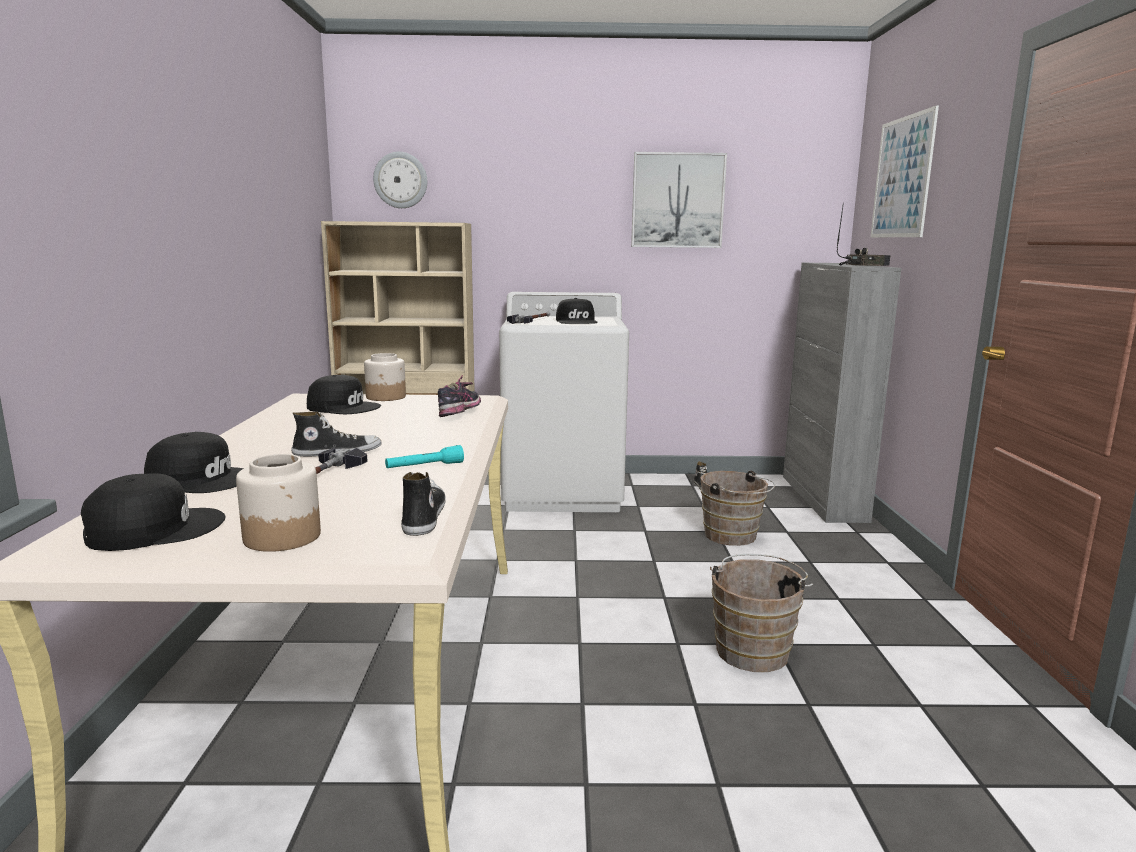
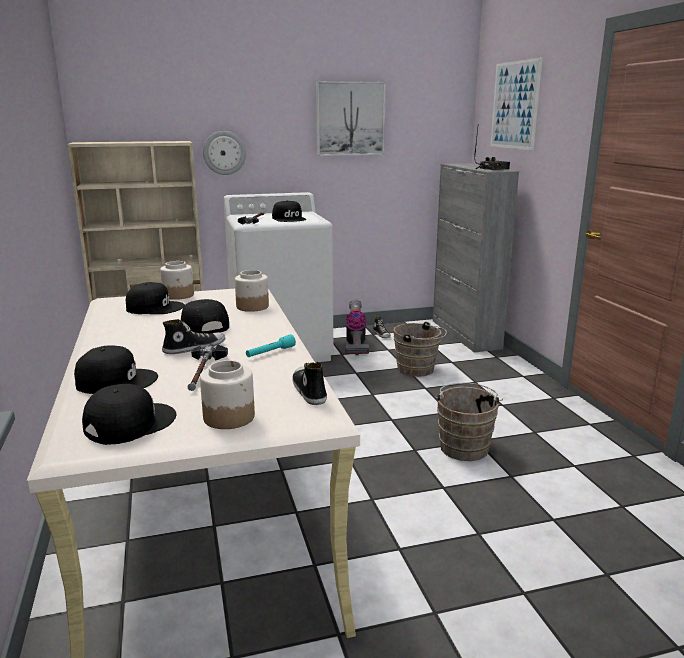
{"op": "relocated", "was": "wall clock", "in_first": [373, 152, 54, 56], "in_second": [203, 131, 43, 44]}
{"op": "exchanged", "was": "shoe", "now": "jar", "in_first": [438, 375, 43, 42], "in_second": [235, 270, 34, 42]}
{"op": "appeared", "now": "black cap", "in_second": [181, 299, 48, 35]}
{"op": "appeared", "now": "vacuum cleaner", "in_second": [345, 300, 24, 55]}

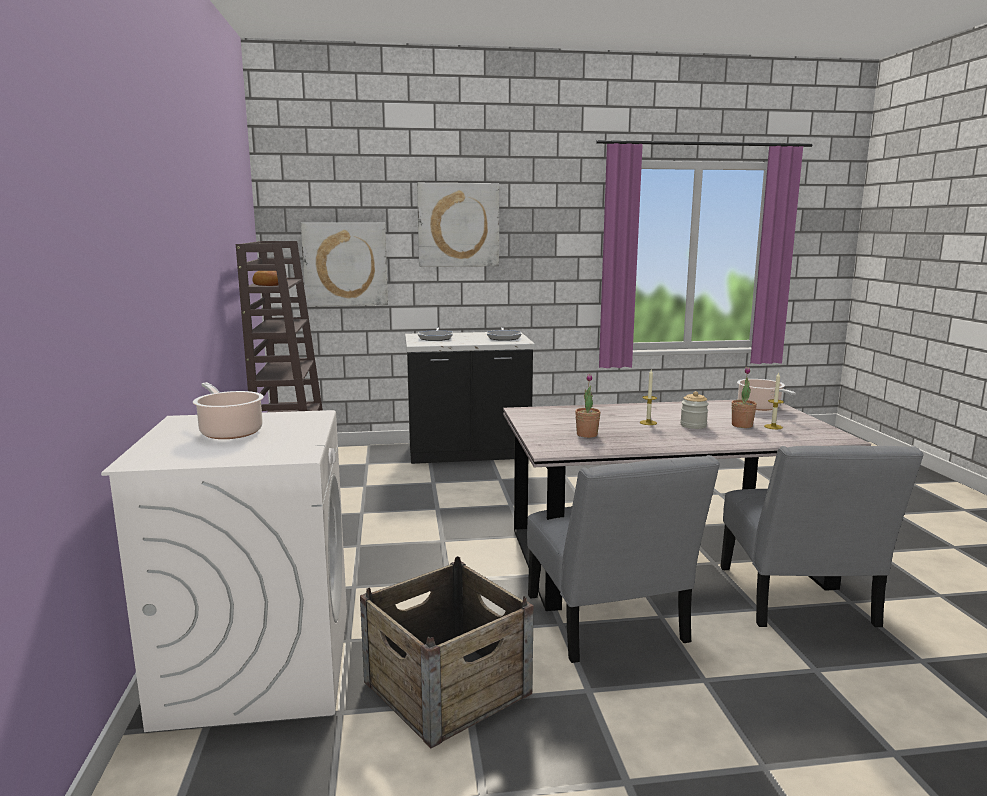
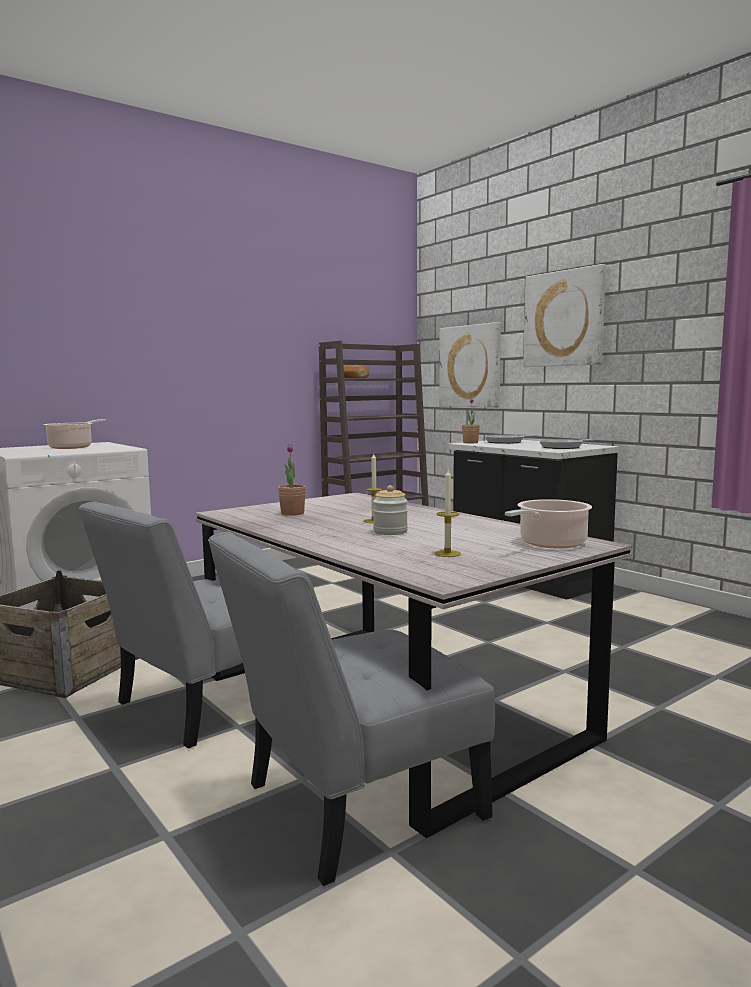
{"op": "relocated", "was": "potted plant", "in_first": [731, 367, 26, 61], "in_second": [462, 398, 18, 45]}

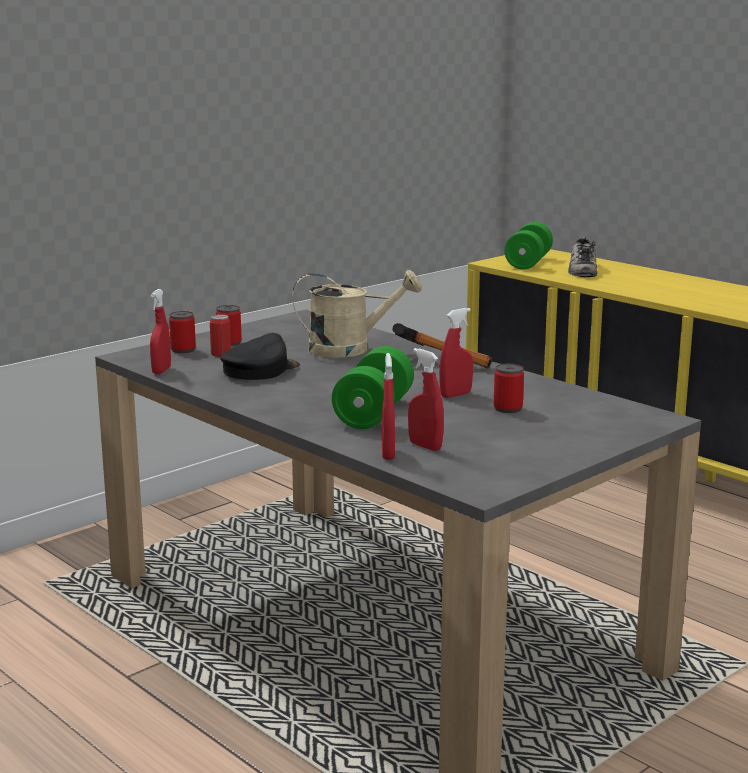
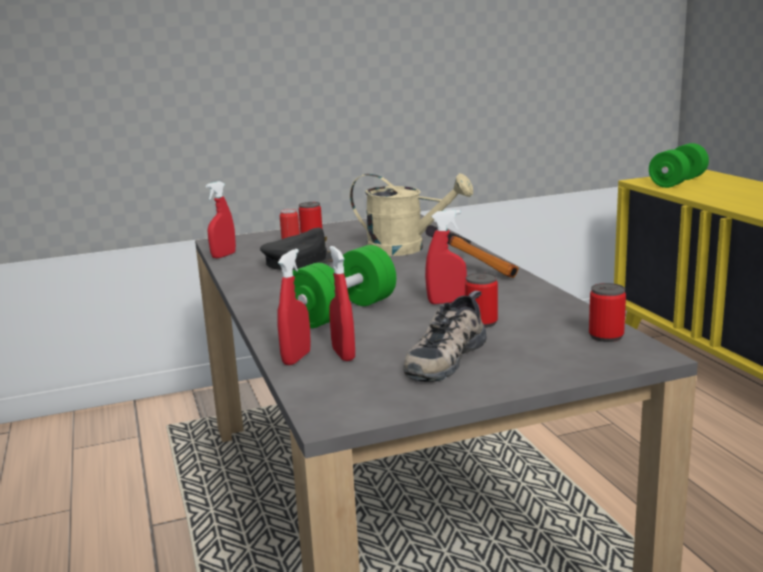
{"op": "relocated", "was": "can", "in_first": [169, 311, 27, 42], "in_second": [589, 283, 37, 59]}
{"op": "relocated", "was": "shoe", "in_first": [568, 237, 29, 40], "in_second": [403, 291, 84, 91]}

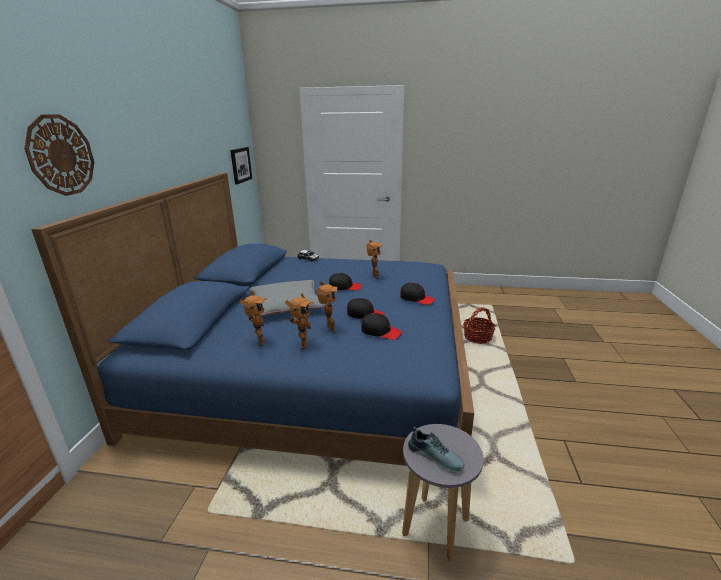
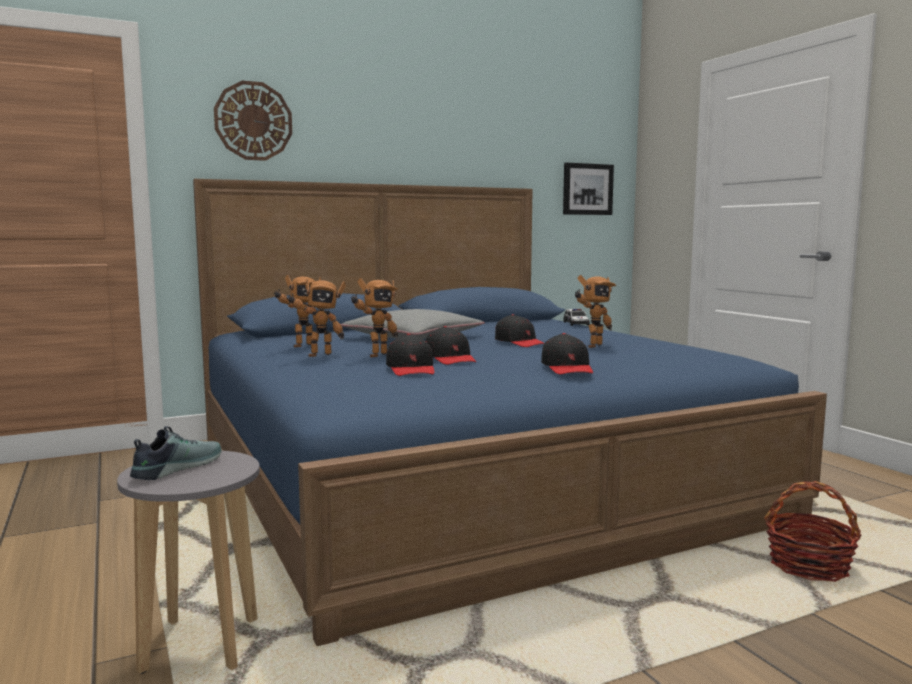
{"op": "spun", "was": "shoe", "in_first": [408, 427, 56, 46], "in_second": [130, 426, 92, 54], "clockwise": -150}

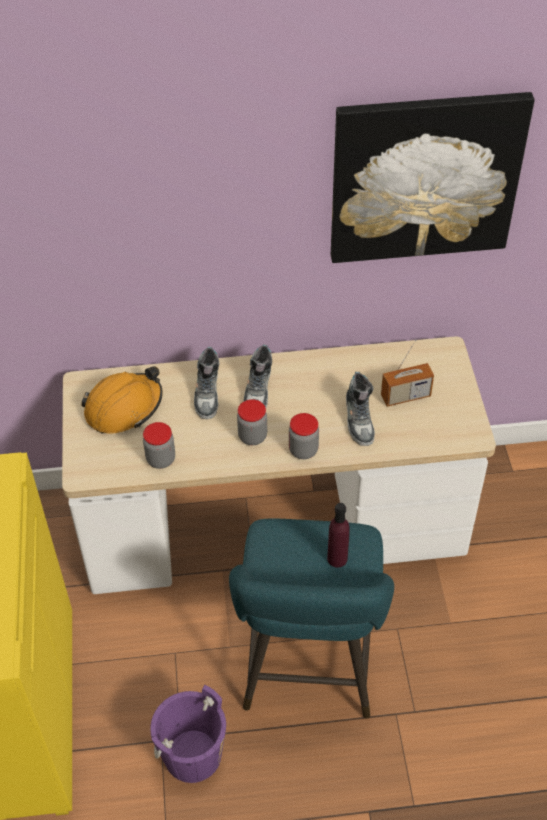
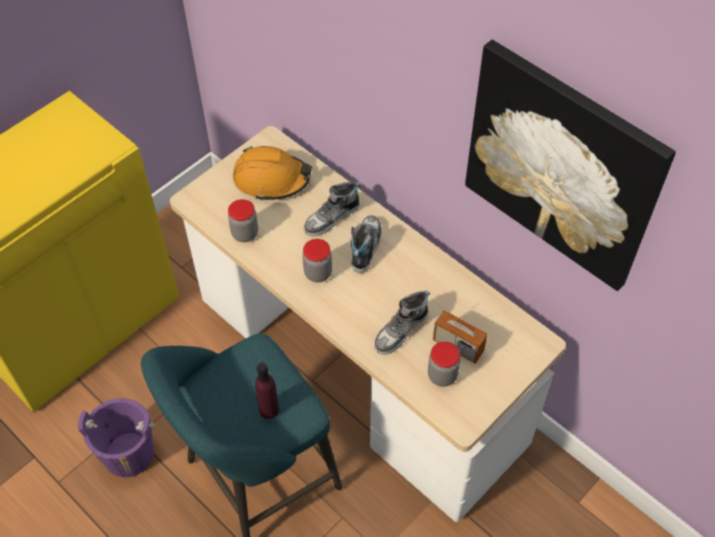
{"op": "spun", "was": "shoe", "in_first": [244, 344, 28, 64], "in_second": [351, 215, 31, 59], "clockwise": 135}
{"op": "relocated", "was": "jar", "in_first": [289, 413, 30, 46], "in_second": [428, 342, 32, 45]}

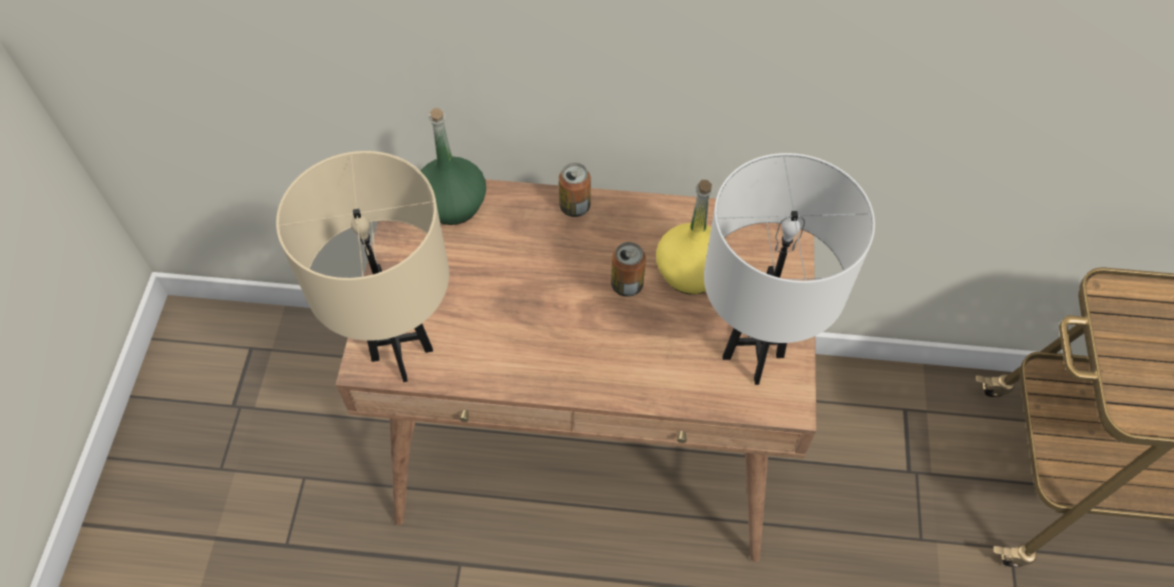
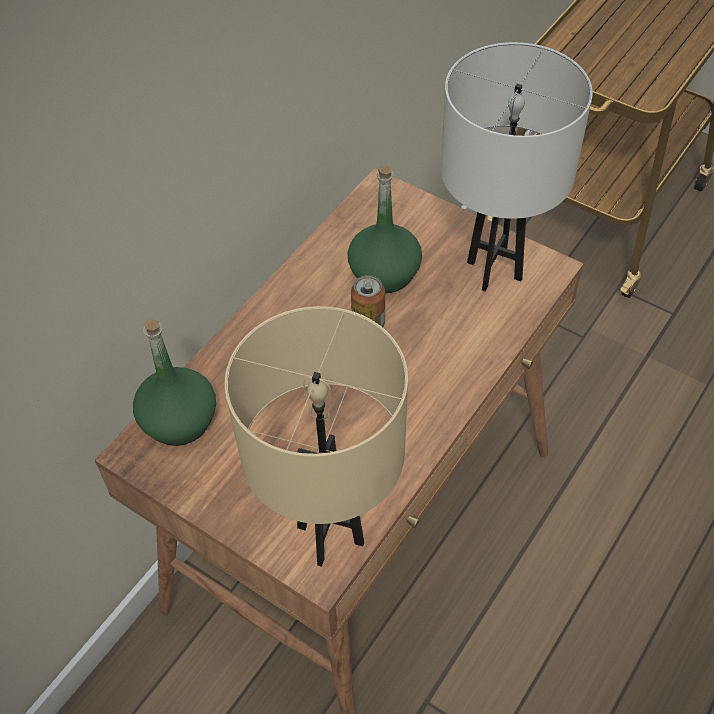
{"op": "missing", "was": "can", "in_first": [559, 163, 32, 54]}
{"op": "colour", "was": "yellow bottle", "now": "green bottle", "in_first": [656, 180, 70, 114], "in_second": [348, 165, 74, 128]}

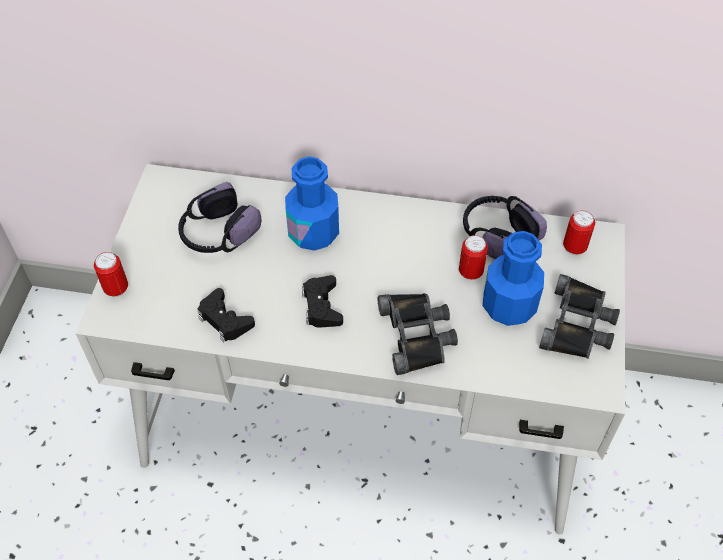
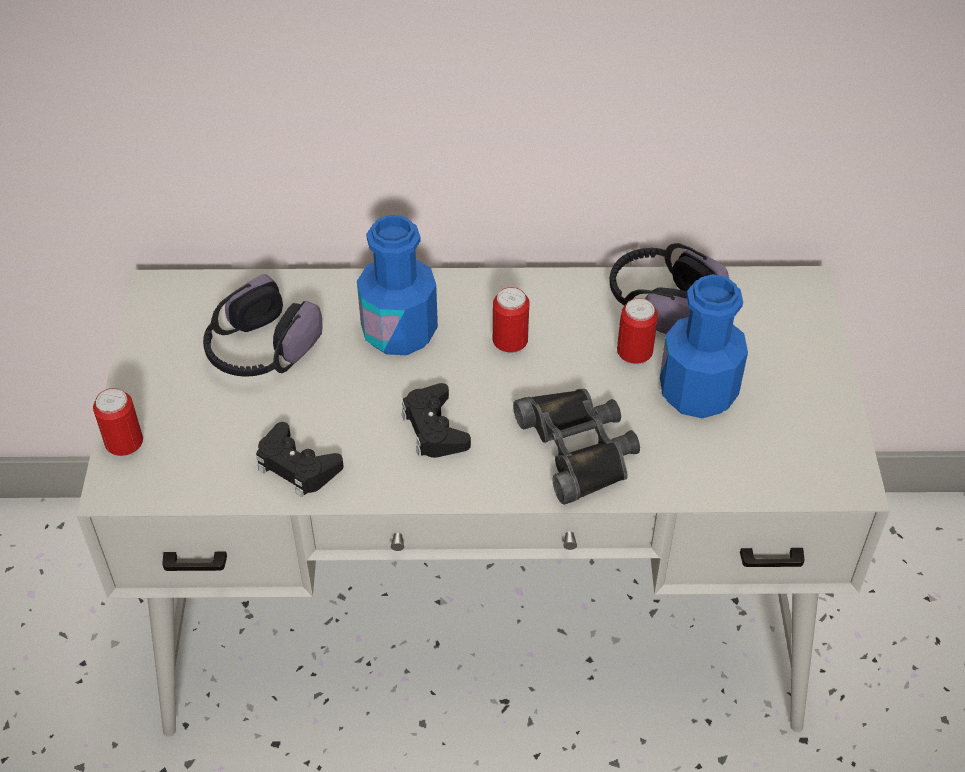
{"op": "missing", "was": "black binoculars", "in_first": [539, 274, 81, 85]}
{"op": "relocated", "was": "can", "in_first": [563, 210, 32, 45], "in_second": [493, 287, 36, 68]}

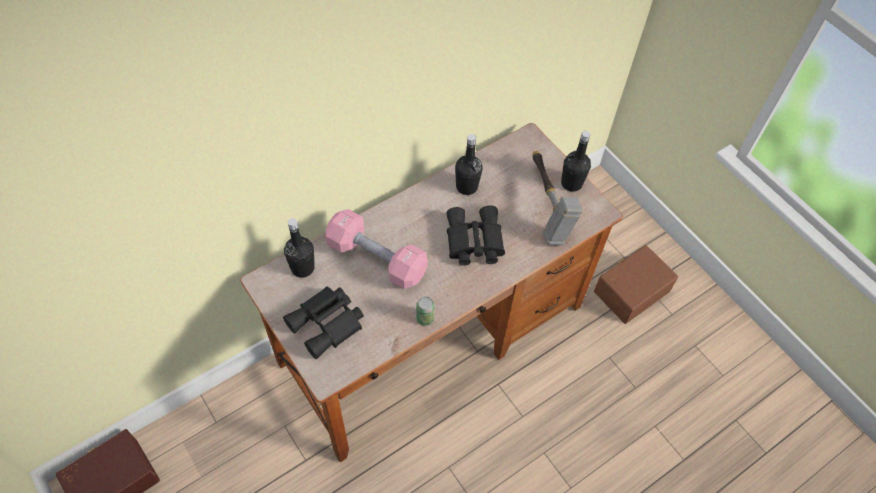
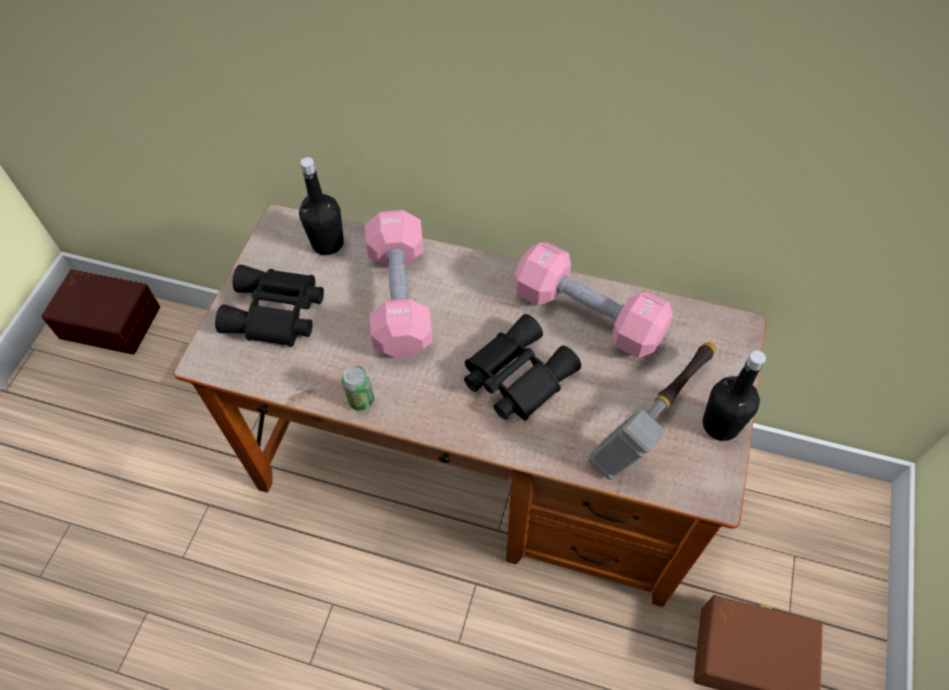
{"op": "exchanged", "was": "black bottle", "now": "pink dumbbell", "in_first": [455, 134, 28, 61], "in_second": [515, 242, 158, 116]}

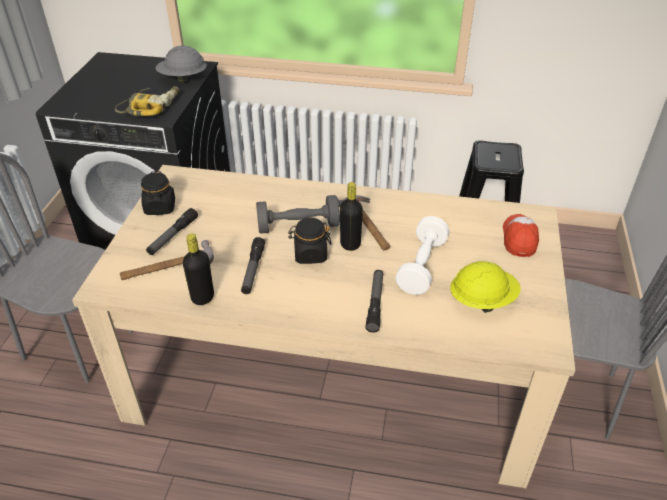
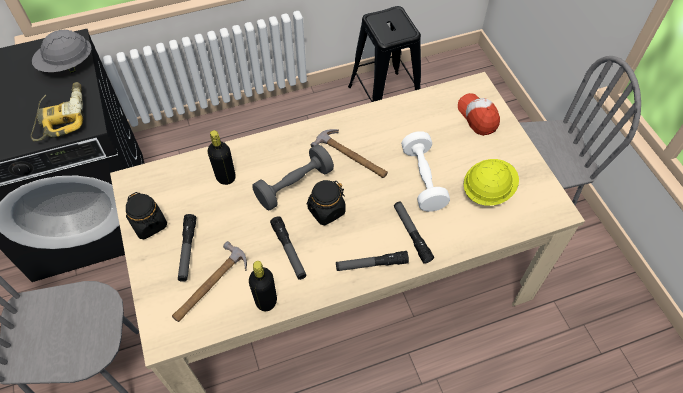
{"op": "relocated", "was": "black bottle", "in_first": [340, 182, 23, 69], "in_second": [208, 130, 28, 55]}
{"op": "appeared", "now": "flashlight", "in_second": [336, 251, 73, 20]}

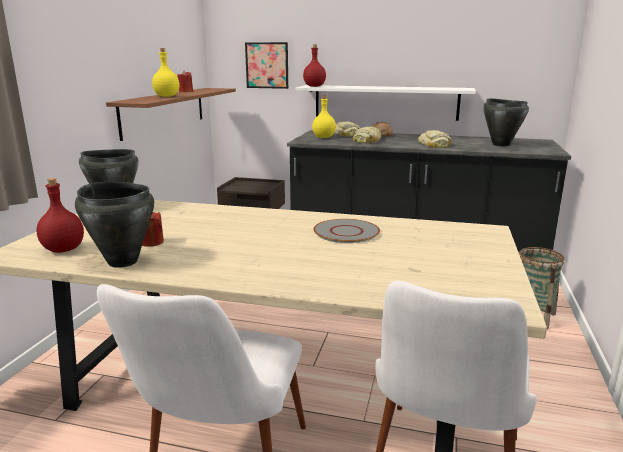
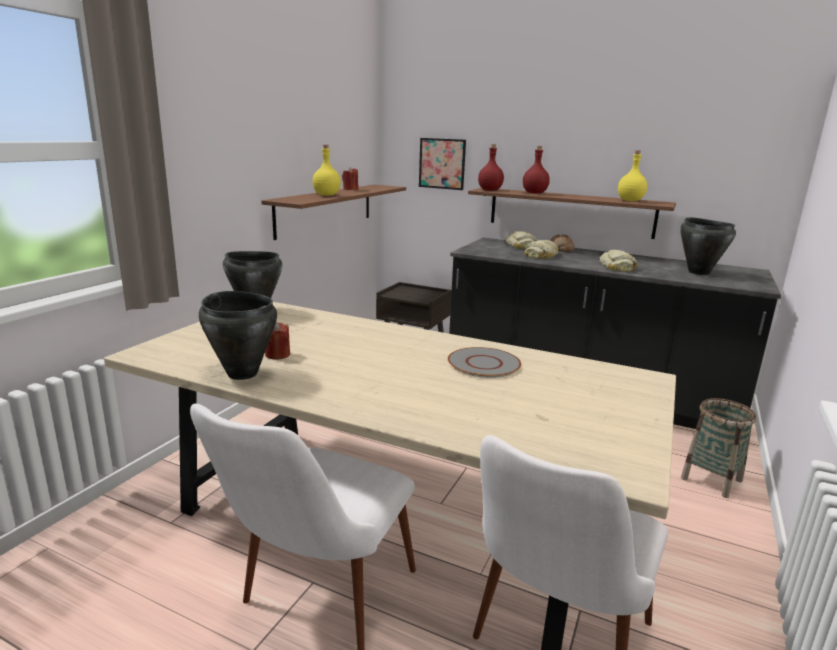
{"op": "relocated", "was": "red bottle", "in_first": [37, 178, 47, 75], "in_second": [523, 146, 27, 48]}
{"op": "colour", "was": "white shelf", "now": "brown shelf", "in_first": [295, 85, 181, 36], "in_second": [468, 188, 208, 51]}
{"op": "relocated", "was": "yellow bottle", "in_first": [312, 95, 24, 43], "in_second": [618, 150, 29, 51]}

